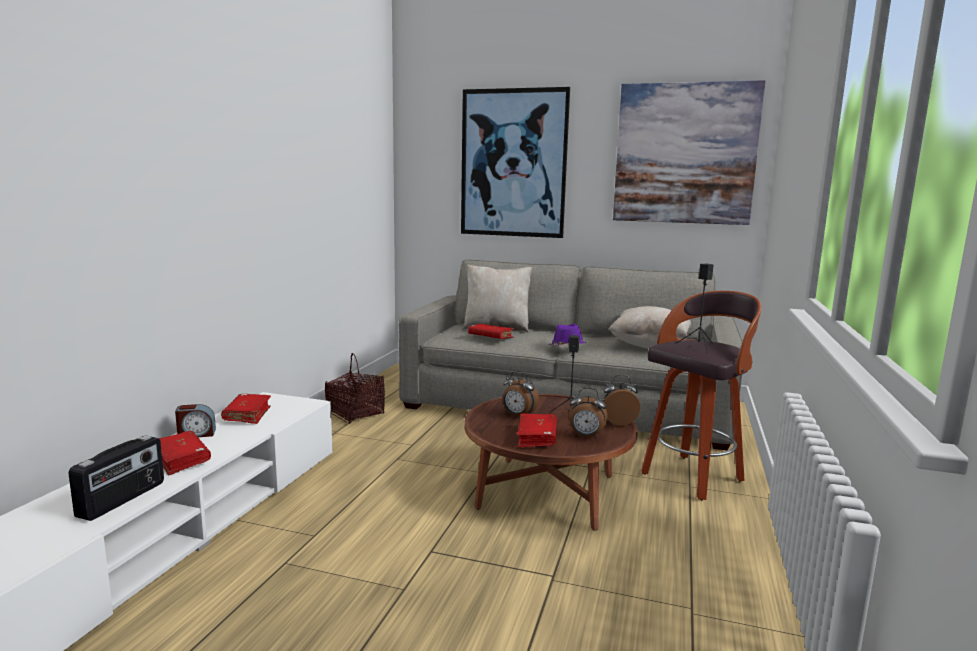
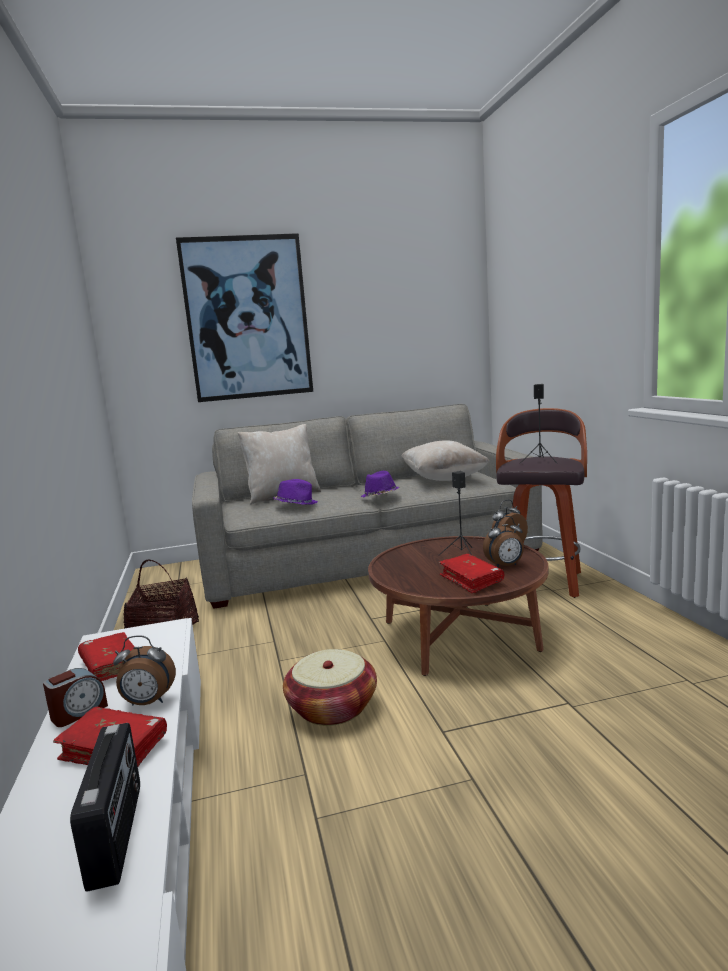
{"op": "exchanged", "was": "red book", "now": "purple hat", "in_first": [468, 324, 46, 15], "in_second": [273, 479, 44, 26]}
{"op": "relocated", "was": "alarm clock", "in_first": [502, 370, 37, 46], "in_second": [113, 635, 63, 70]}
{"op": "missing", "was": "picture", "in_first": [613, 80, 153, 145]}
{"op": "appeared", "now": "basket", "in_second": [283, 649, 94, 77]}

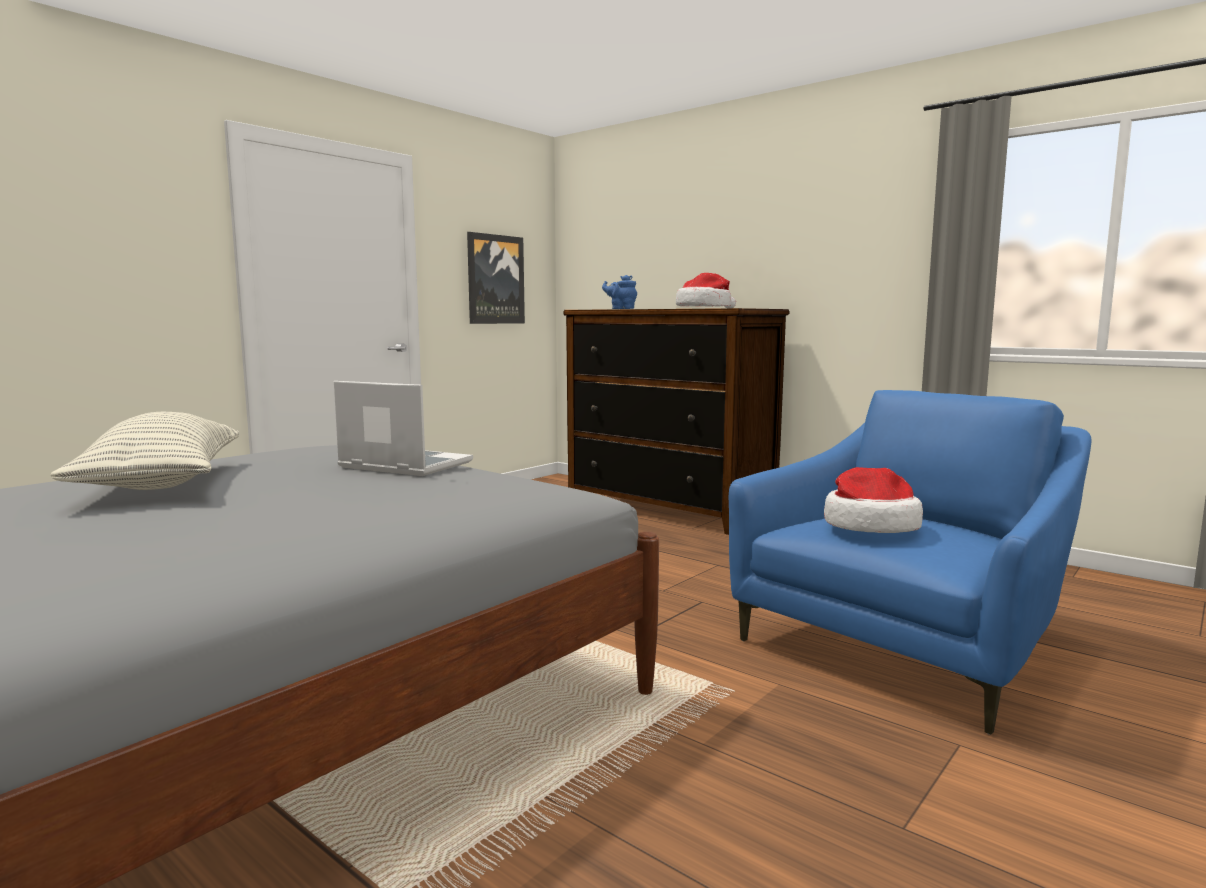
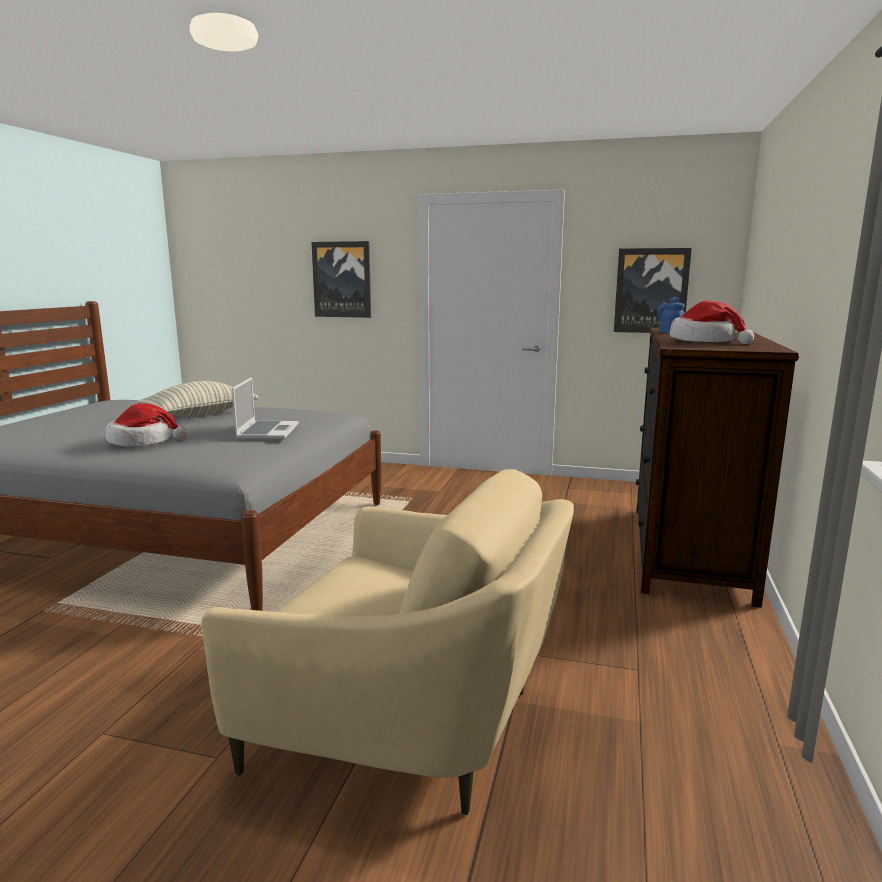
{"op": "colour", "was": "blue armchair", "now": "beige armchair", "in_first": [729, 390, 363, 345], "in_second": [201, 469, 373, 346]}
{"op": "relocated", "was": "hat", "in_first": [824, 467, 99, 66], "in_second": [106, 403, 81, 44]}
{"op": "appeared", "now": "picture", "in_second": [312, 241, 59, 77]}

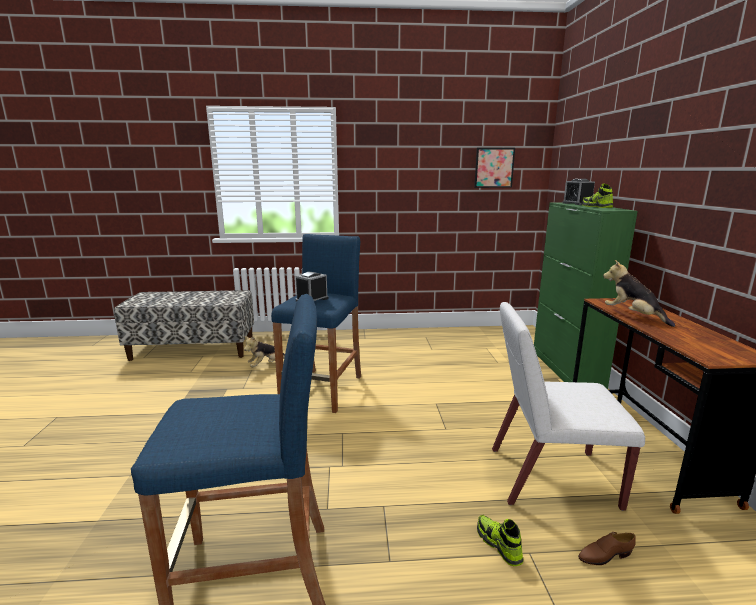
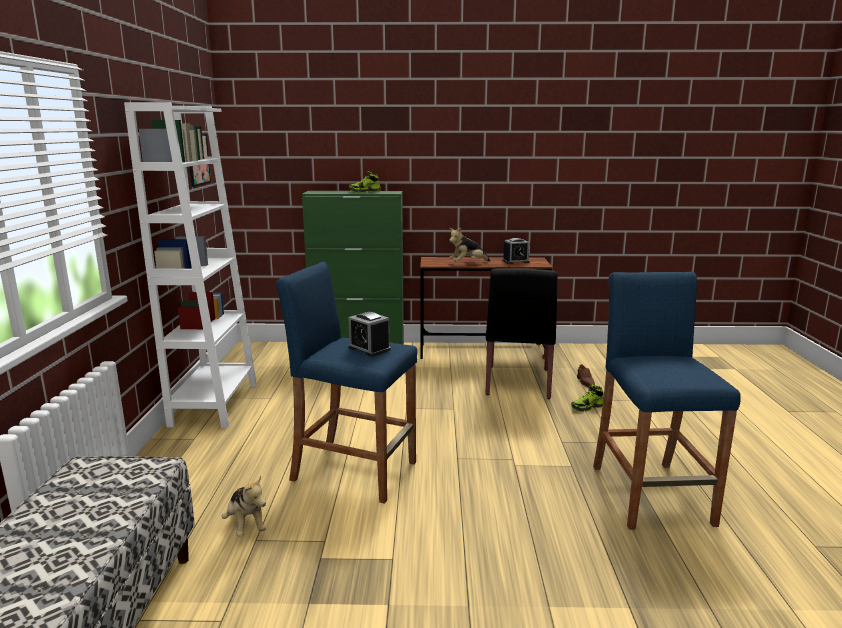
{"op": "colour", "was": "white chair", "now": "black chair", "in_first": [492, 302, 153, 209], "in_second": [486, 268, 72, 131]}
{"op": "relocated", "was": "alarm clock", "in_first": [563, 179, 32, 26], "in_second": [502, 238, 28, 26]}
{"op": "appeared", "now": "white bookcase", "in_second": [124, 102, 133, 326]}

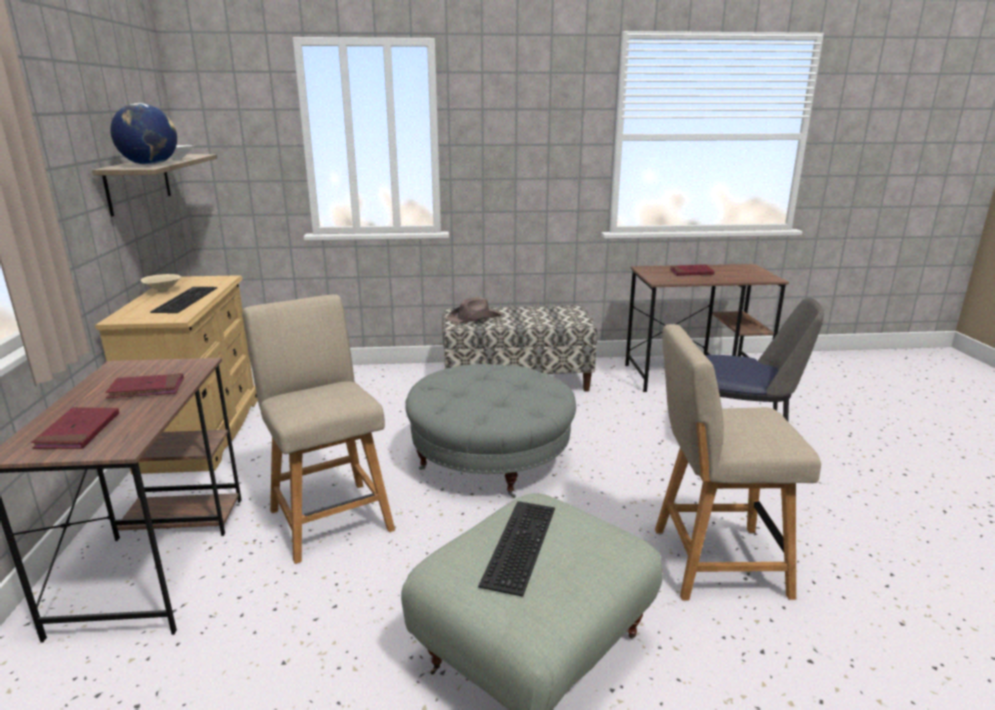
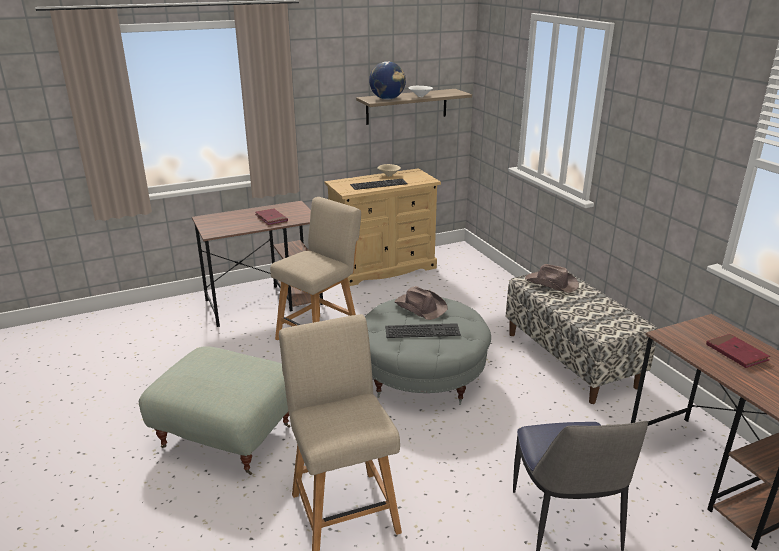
{"op": "missing", "was": "red book", "in_first": [31, 407, 88, 42]}
{"op": "relocated", "was": "keyboard", "in_first": [478, 501, 77, 96], "in_second": [385, 323, 76, 15]}
{"op": "appeared", "now": "brown hat", "in_second": [394, 286, 54, 34]}

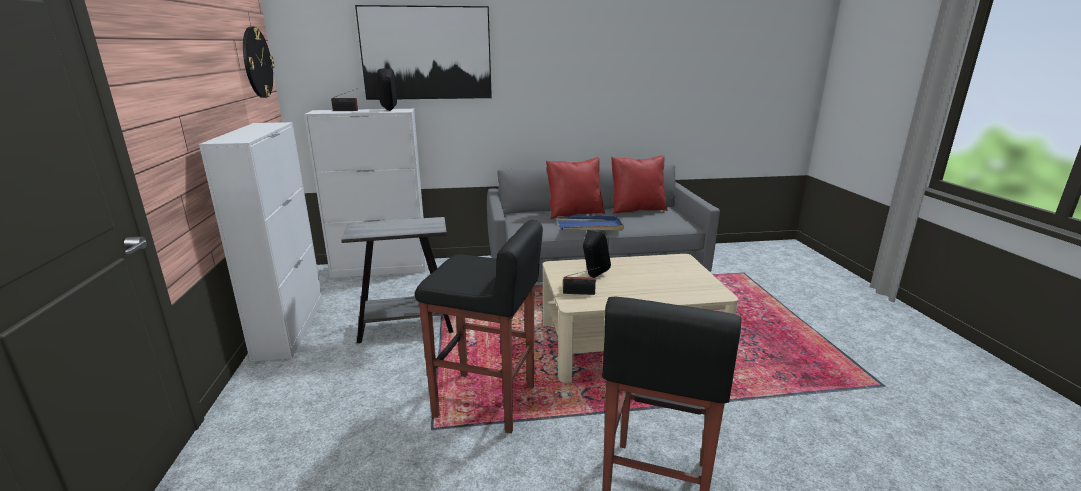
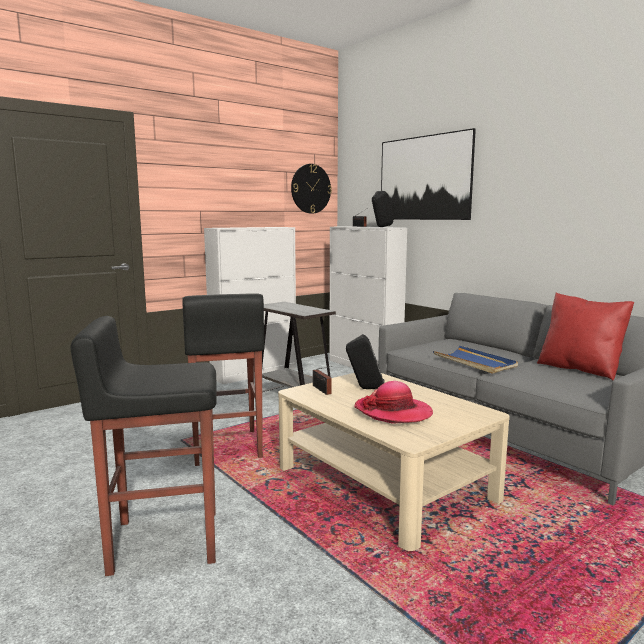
{"op": "missing", "was": "red pillow", "in_first": [546, 157, 59, 62]}
{"op": "appeared", "now": "hat", "in_second": [355, 381, 78, 43]}

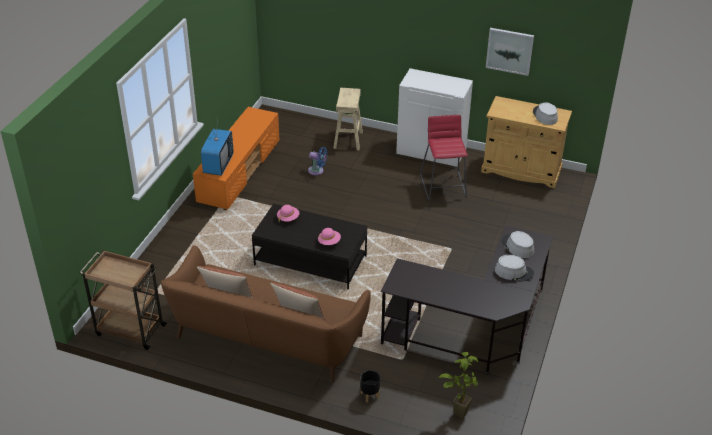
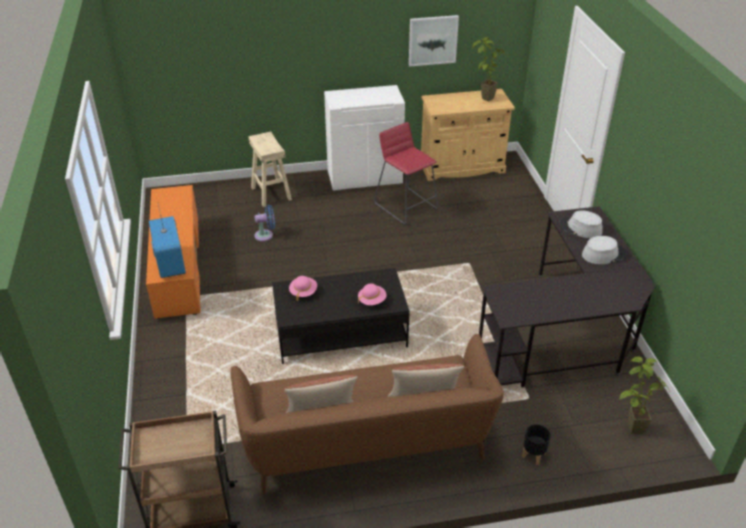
{"op": "exchanged", "was": "grey hat", "now": "potted plant", "in_first": [533, 102, 25, 23], "in_second": [472, 37, 33, 64]}

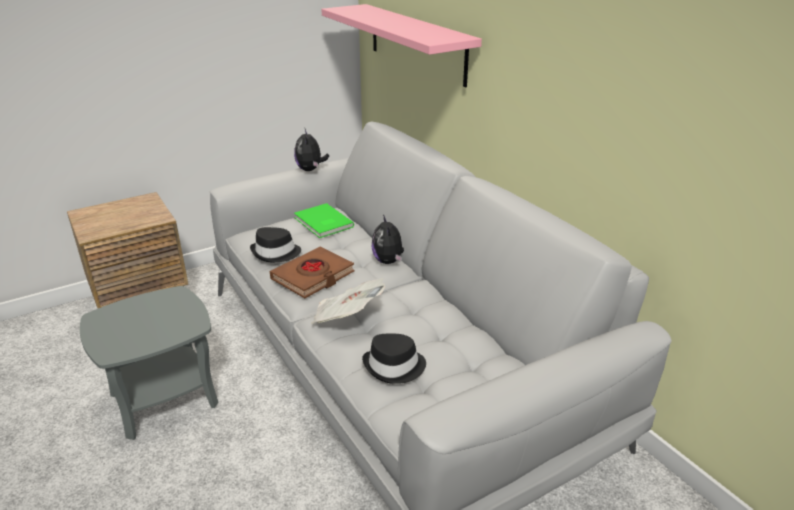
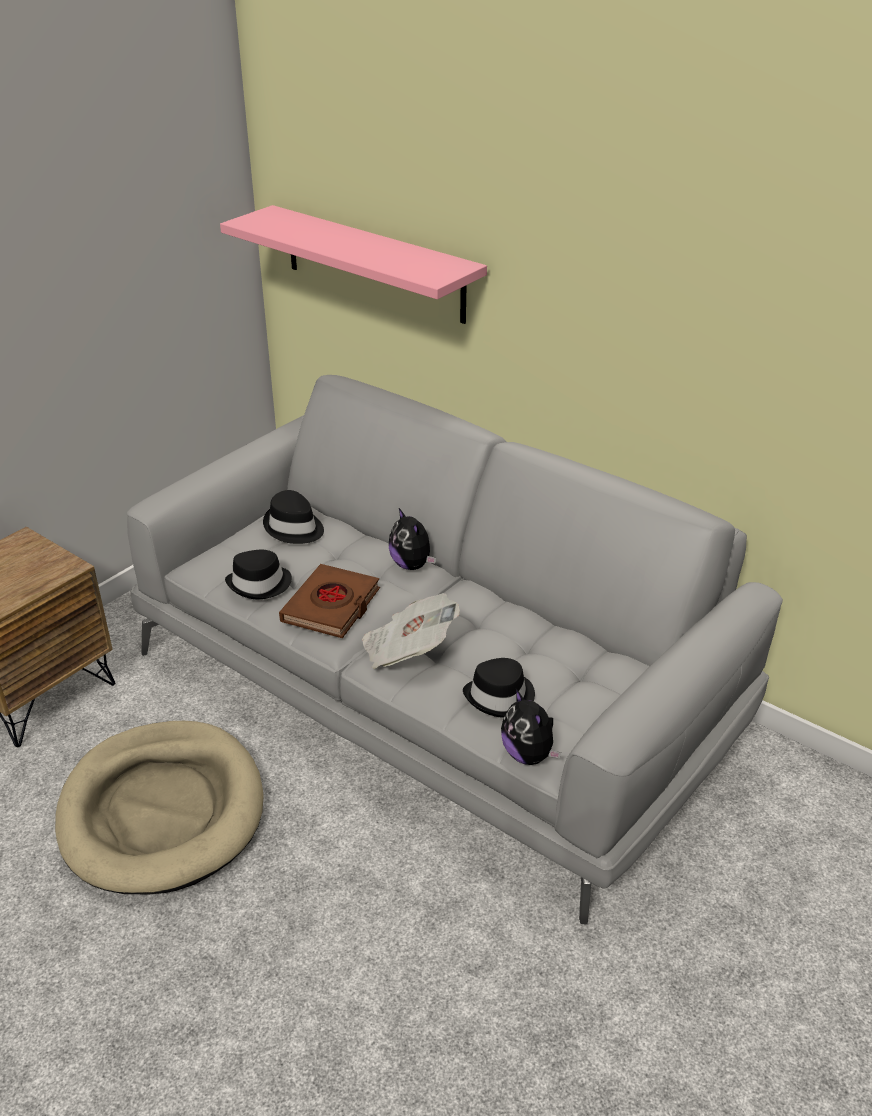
{"op": "exchanged", "was": "grey side table", "now": "beige dog bed", "in_first": [80, 286, 138, 154], "in_second": [55, 721, 209, 173]}
{"op": "relocated", "was": "plush toy", "in_first": [294, 129, 35, 42], "in_second": [501, 689, 60, 76]}
{"op": "exchanged", "was": "green book", "now": "black hat", "in_first": [294, 203, 60, 35], "in_second": [263, 490, 61, 54]}

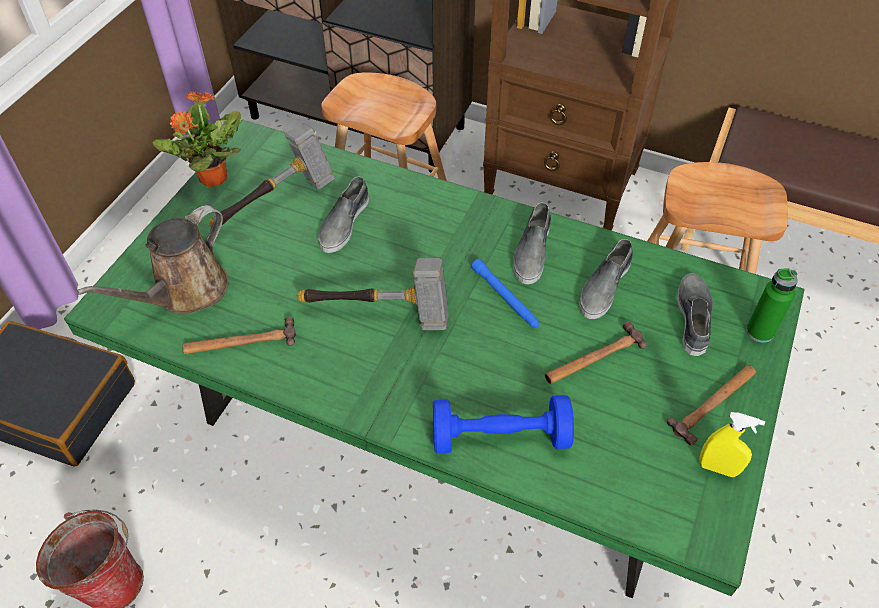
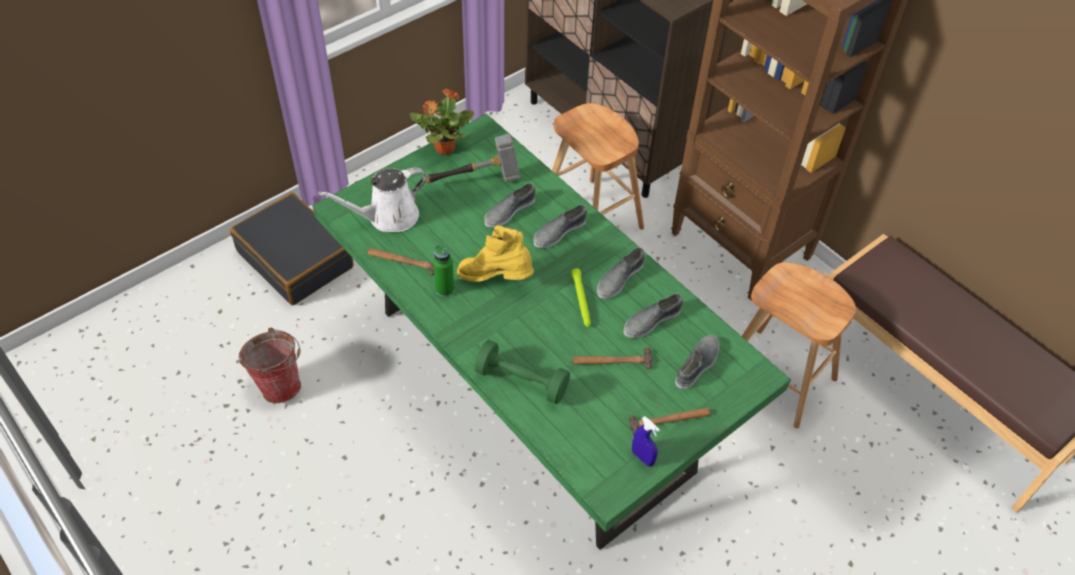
{"op": "colour", "was": "brown watering can", "now": "white watering can", "in_first": [76, 205, 153, 110], "in_second": [318, 167, 109, 65]}
{"op": "exchanged", "was": "hammer", "now": "yellow boot", "in_first": [297, 258, 152, 72], "in_second": [457, 225, 77, 57]}
{"op": "colour", "was": "blue dumbbell", "now": "green dumbbell", "in_first": [433, 395, 141, 58], "in_second": [474, 340, 96, 64]}
{"op": "colour", "was": "blue flashlight", "now": "green flashlight", "in_first": [471, 259, 68, 69], "in_second": [571, 268, 20, 59]}
{"op": "colour", "was": "yellow spray bottle", "now": "blue spray bottle", "in_first": [699, 412, 66, 65], "in_second": [632, 416, 28, 50]}
{"op": "relocated", "was": "green bottle", "in_first": [746, 269, 52, 74], "in_second": [433, 245, 21, 52]}
{"op": "appeared", "now": "grey shoe", "in_second": [533, 204, 54, 44]}

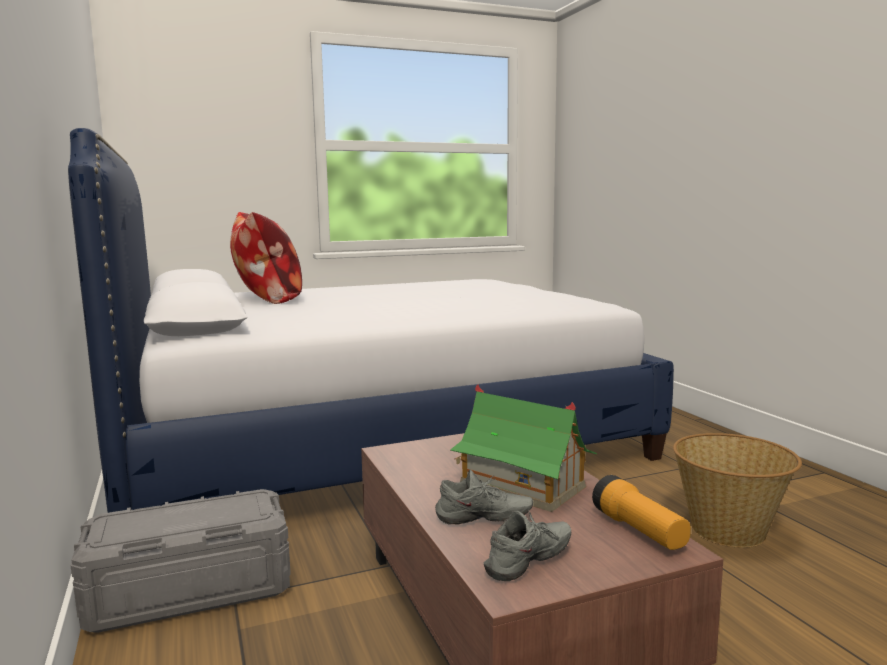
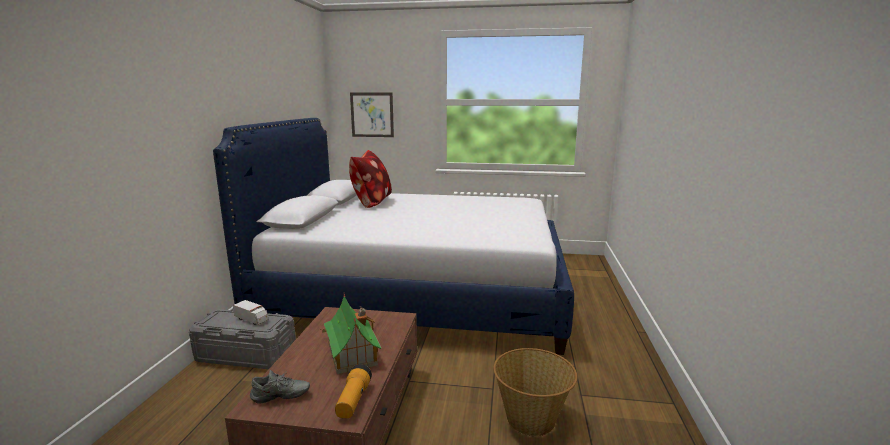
{"op": "missing", "was": "grey shoe", "in_first": [435, 470, 98, 55]}
{"op": "appeared", "now": "toy truck", "in_second": [233, 300, 35, 25]}
{"op": "appeared", "now": "picture", "in_second": [350, 93, 44, 44]}

